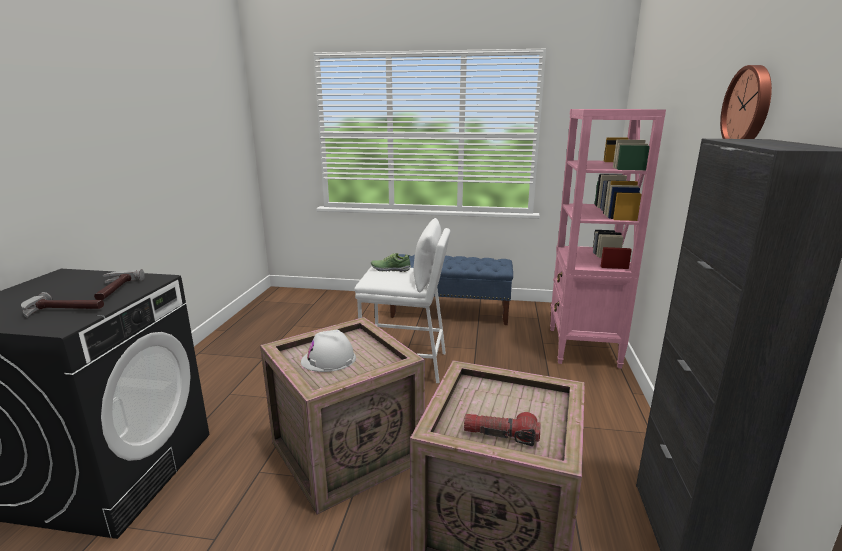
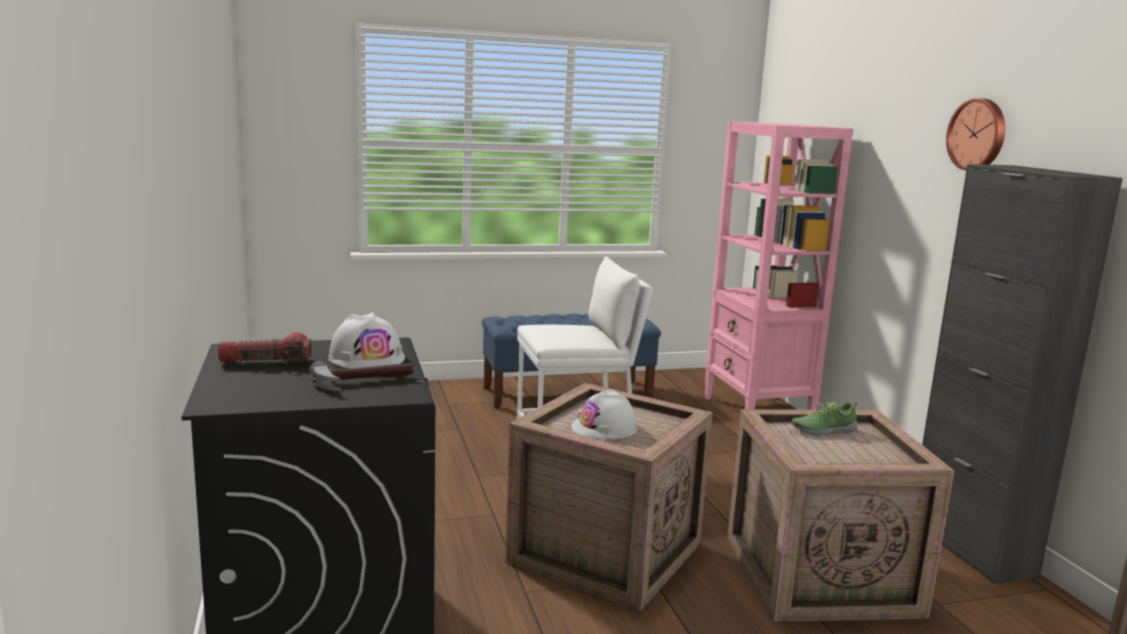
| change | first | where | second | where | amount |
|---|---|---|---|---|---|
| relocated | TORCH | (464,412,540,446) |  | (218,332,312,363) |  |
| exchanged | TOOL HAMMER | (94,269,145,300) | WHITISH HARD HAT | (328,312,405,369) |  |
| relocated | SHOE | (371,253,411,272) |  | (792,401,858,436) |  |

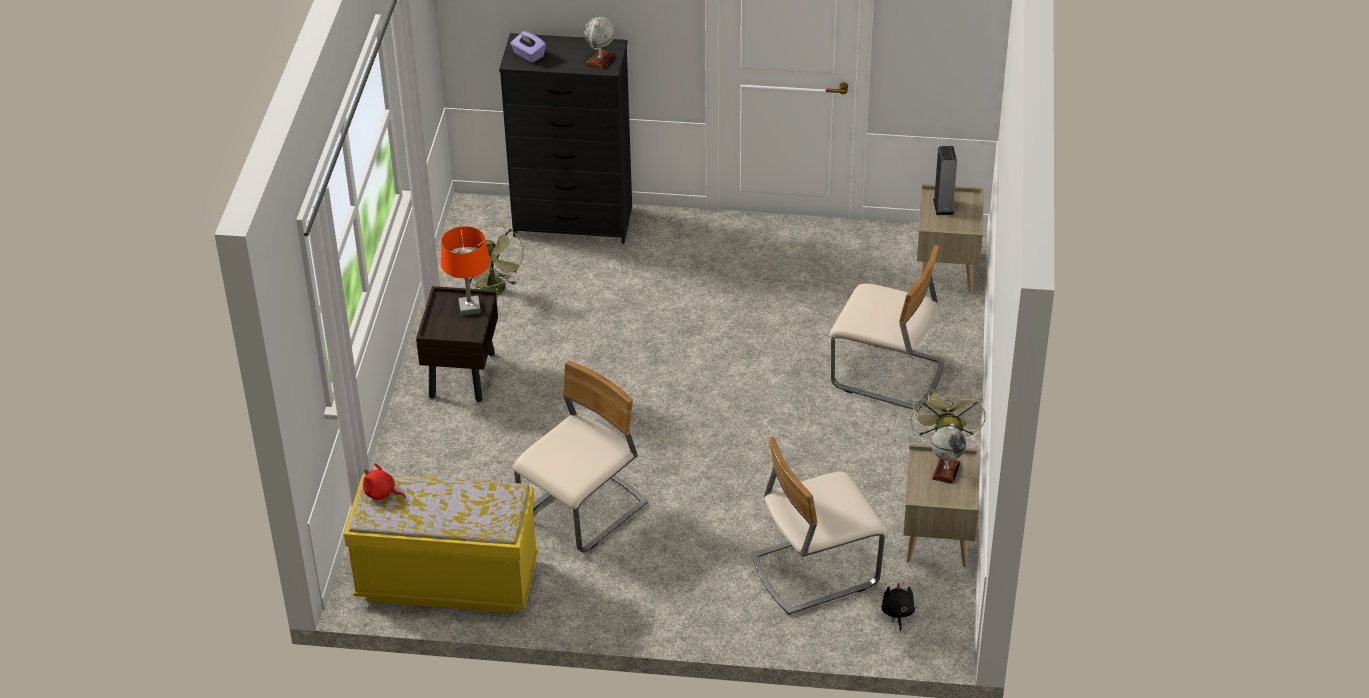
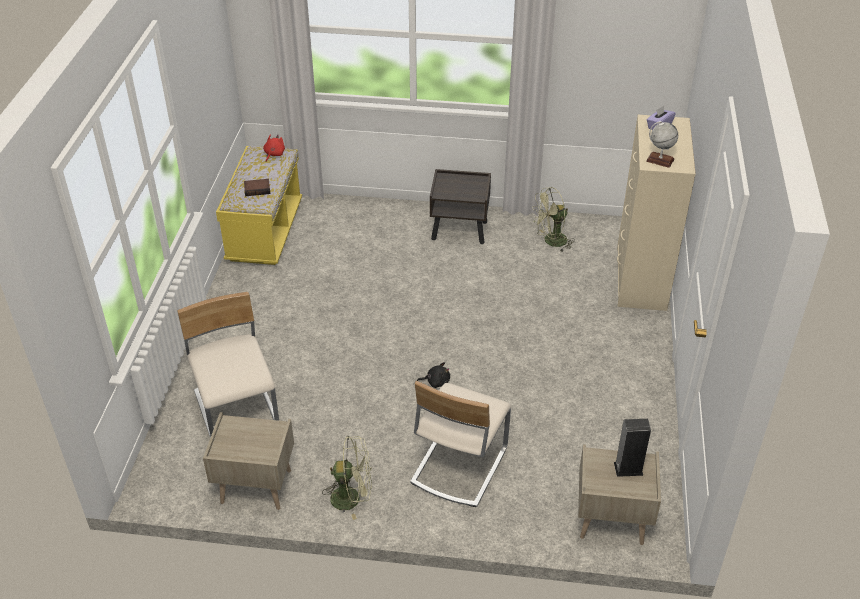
| change | first | where | second | where | amount |
|---|---|---|---|---|---|
| appeared |  |  | VOLUME | (244,179,270,196) |  |
| relocated | BLACKISH CUDDLY TOY | (881,582,915,632) |  | (417,362,450,388) |  |
| colour | BLACKISH DRESSER | (499,33,632,244) | BEIGE DRESSER | (617,115,696,311) |  |
| missing | ORANGEY LAMP FOR A TABLE | (441,226,490,316) |  |  |  |
| missing | BEIGE PLAIN CHAIR | (513,360,648,553) |  |  |  |
| missing | GLOBE | (931,423,966,484) |  |  |  |

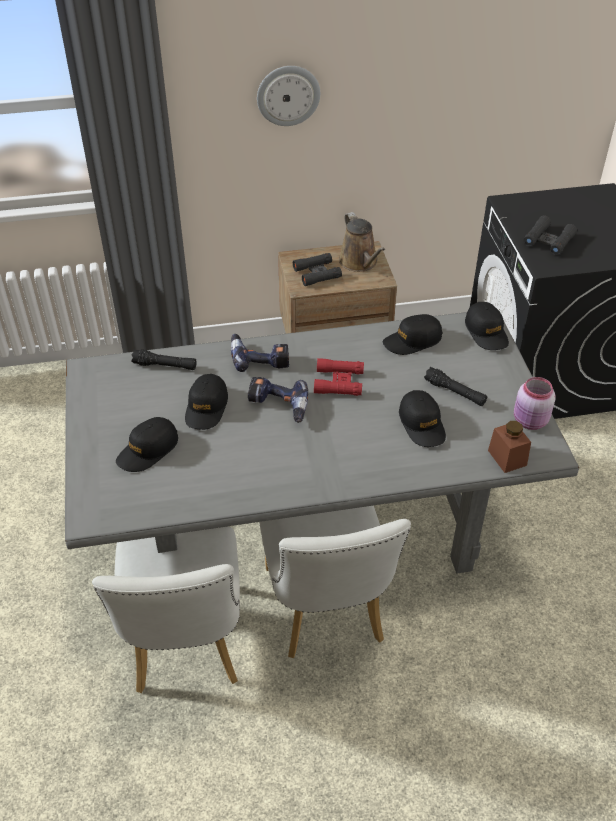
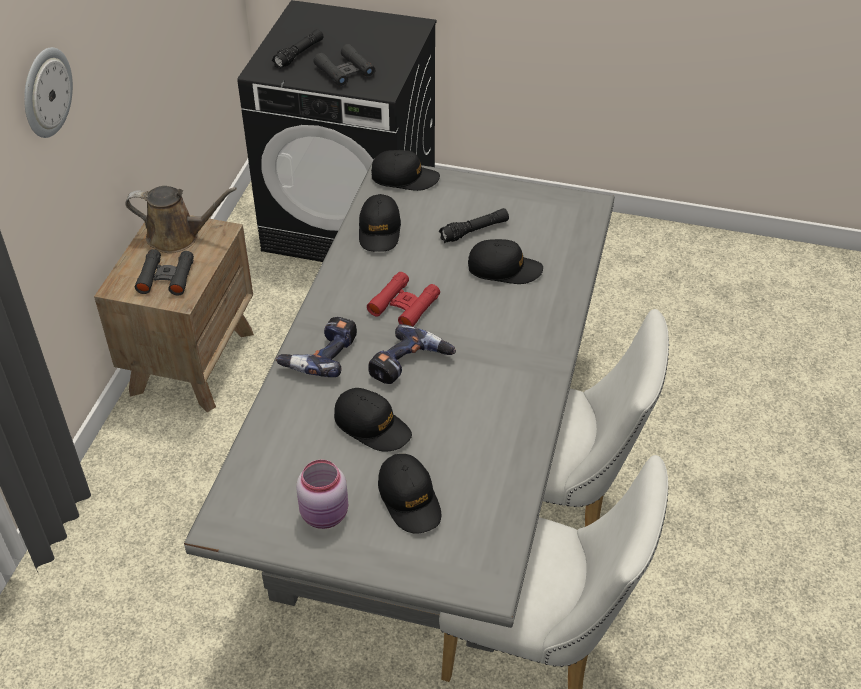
| change | first | where | second | where | amount |
|---|---|---|---|---|---|
| relocated | BLACKISH TORCH | (131,349,196,370) |  | (272,29,323,69) |  |
| relocated | PINK-COLOURED PRESERVE JAR | (514,377,555,430) |  | (296,460,348,529) |  |
| missing | BROWN PRESERVE JAR | (488,421,531,473) |  |  |  |

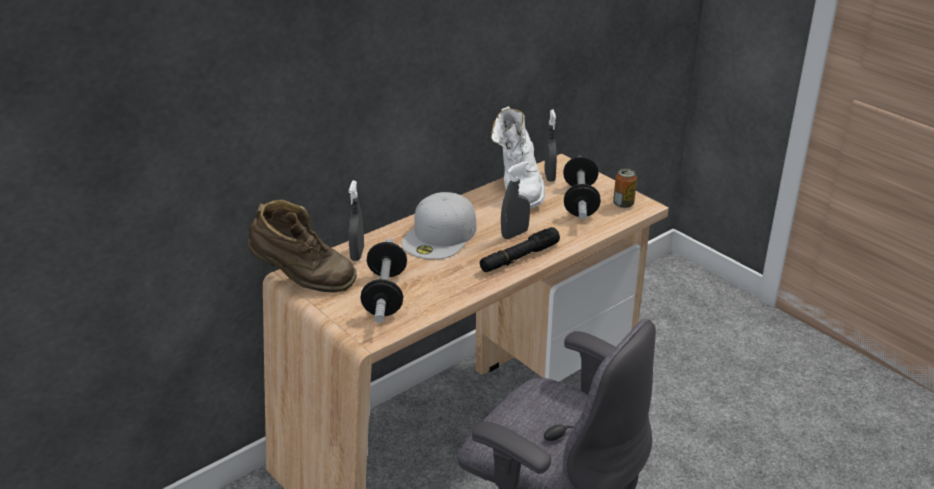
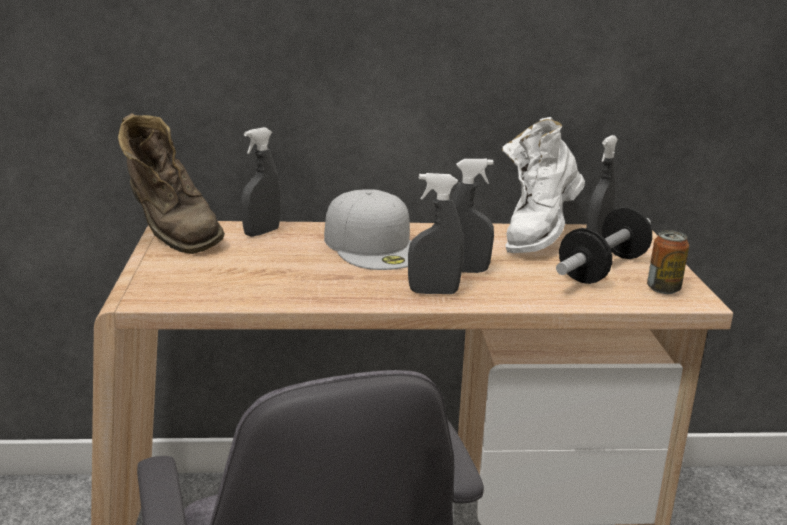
| change | first | where | second | where | amount |
|---|---|---|---|---|---|
| spun | WHITISH CAP | (402,192,477,260) |  | (324,189,411,270) | 90 degrees counterclockwise |
| exchanged | BLACKISH TORCH | (480,227,560,272) | GREYISH SPRAY BOTTLE | (408,173,464,294) |  |
| missing | FREE WEIGHT | (360,238,407,323) |  |  |  |

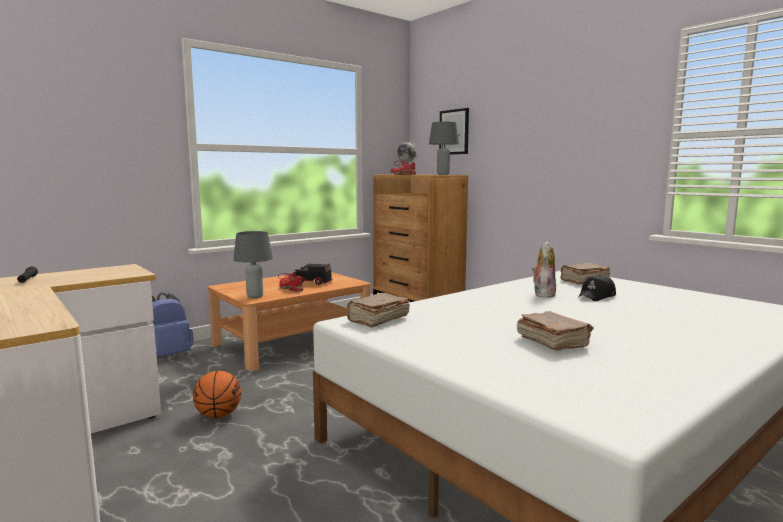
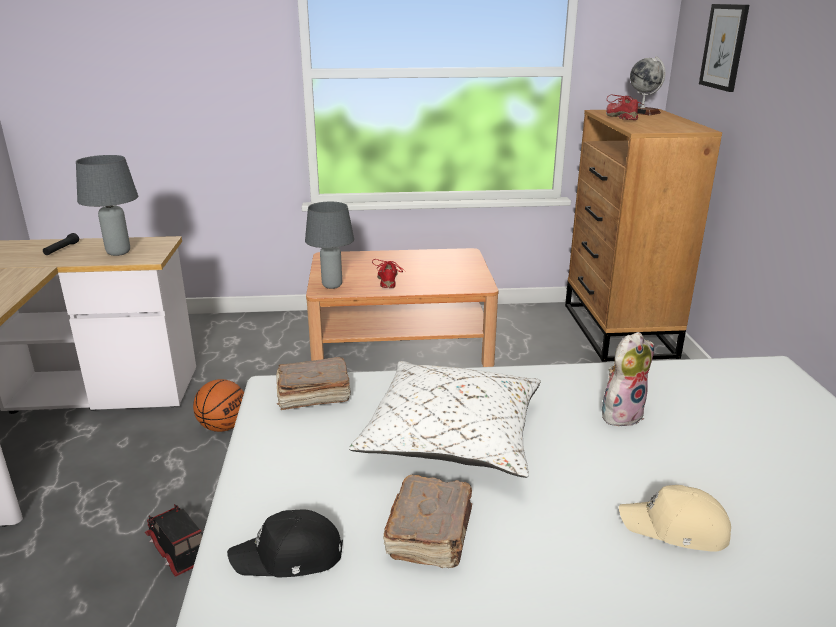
| change | first | where | second | where | amount |
|---|---|---|---|---|---|
| relocated | GREYISH LAMP FOR A TABLE | (429,122,459,175) |  | (76,155,138,256) |  |
| relocated | TOY TRUCK | (294,263,333,285) |  | (144,504,203,577) |  |
| relocated | BLACKISH CAP | (578,274,616,301) |  | (227,509,343,578) |  |
| appeared |  |  | WHITISH PILLOW | (349,361,541,478) |  |
| appeared |  |  | BEIGE CAP | (619,485,731,552) |  |
| missing | BLUISH BACKPACK | (152,292,194,357) |  |  |  |
| missing | BROWN VOLUME | (560,263,611,285) |  |  |  |

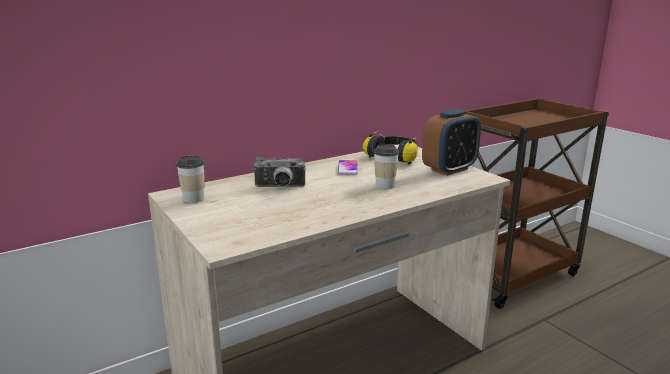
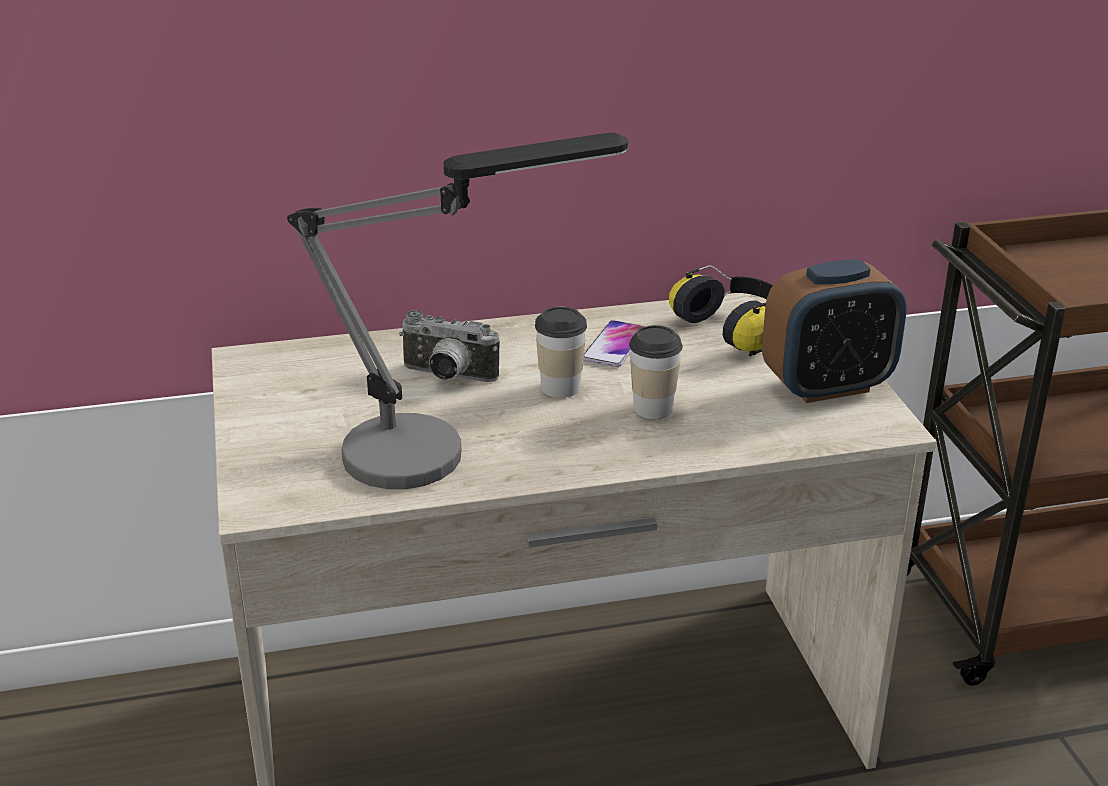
| change | first | where | second | where | amount |
|---|---|---|---|---|---|
| appeared |  |  | LAMP FOR A TABLE | (287,133,628,489) |  |
| relocated | CUP | (176,155,205,203) |  | (535,307,587,398) |  |

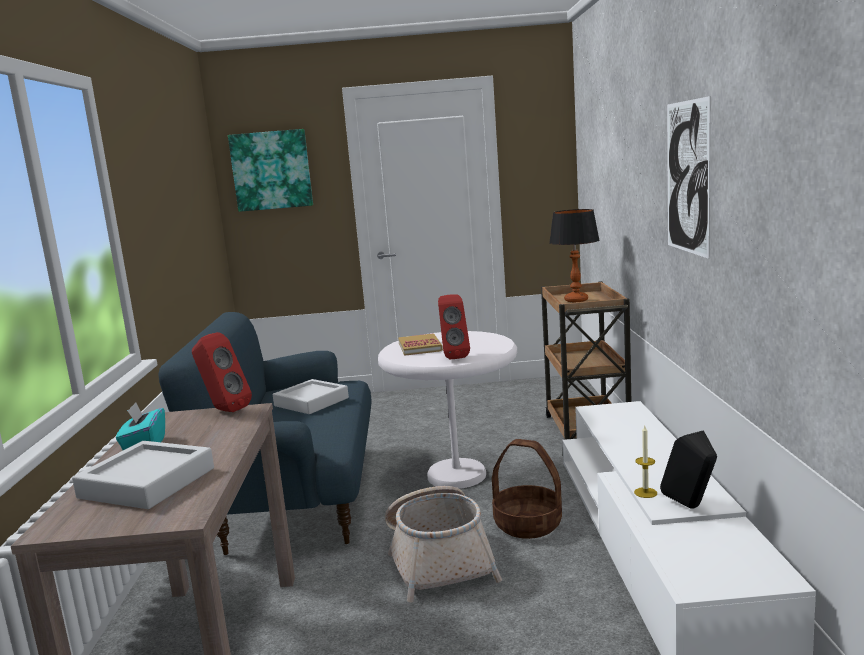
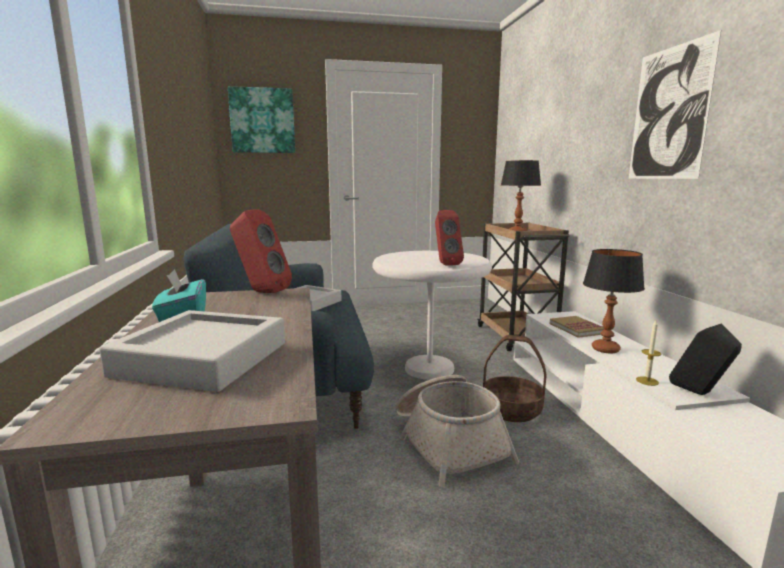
| change | first | where | second | where | amount |
|---|---|---|---|---|---|
| relocated | VOLUME | (398,333,443,356) |  | (550,316,604,338) |  |
| appeared |  |  | LAMP FOR A TABLE | (583,249,645,354) |  |

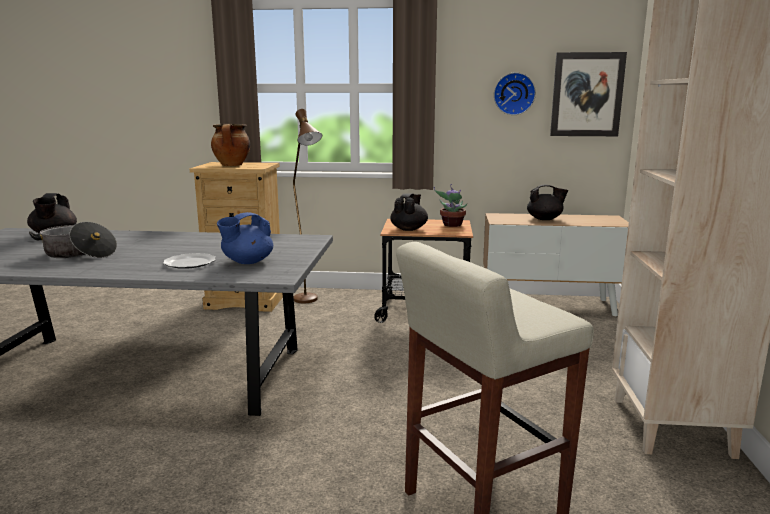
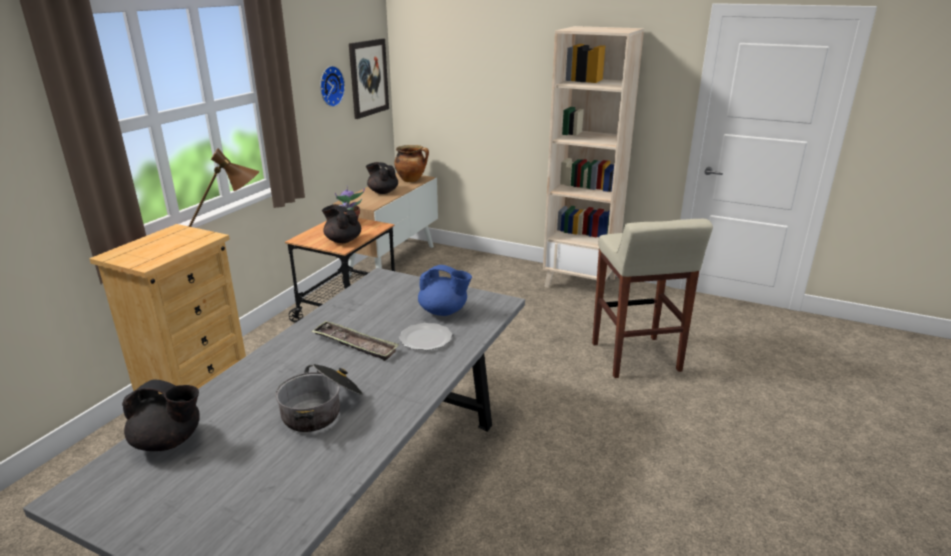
| change | first | where | second | where | amount |
|---|---|---|---|---|---|
| appeared |  |  | TRAY | (311,321,399,361) |  |
| spun | BLACKISH TEAPOT | (527,185,568,220) |  | (366,162,398,194) | 75 degrees counterclockwise |
| relocated | STOCKPOT | (211,124,250,166) |  | (394,145,429,182) |  |
| spun | BLUISH TEAPOT | (217,212,273,264) |  | (418,265,472,316) | 45 degrees counterclockwise |

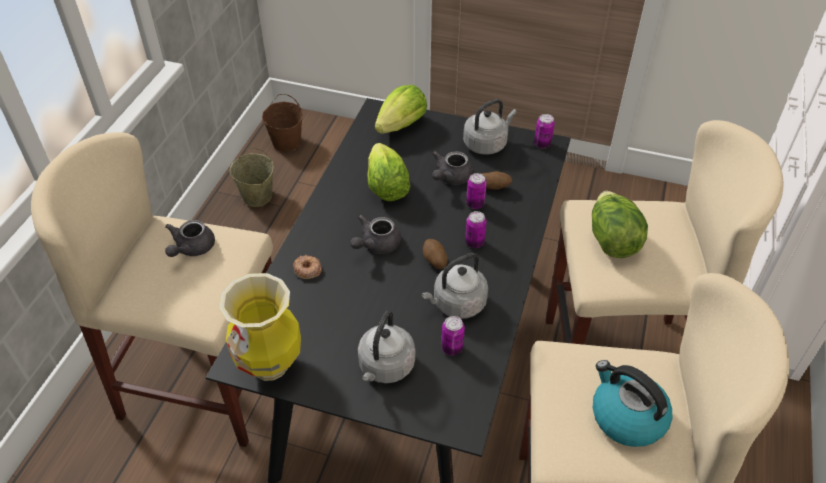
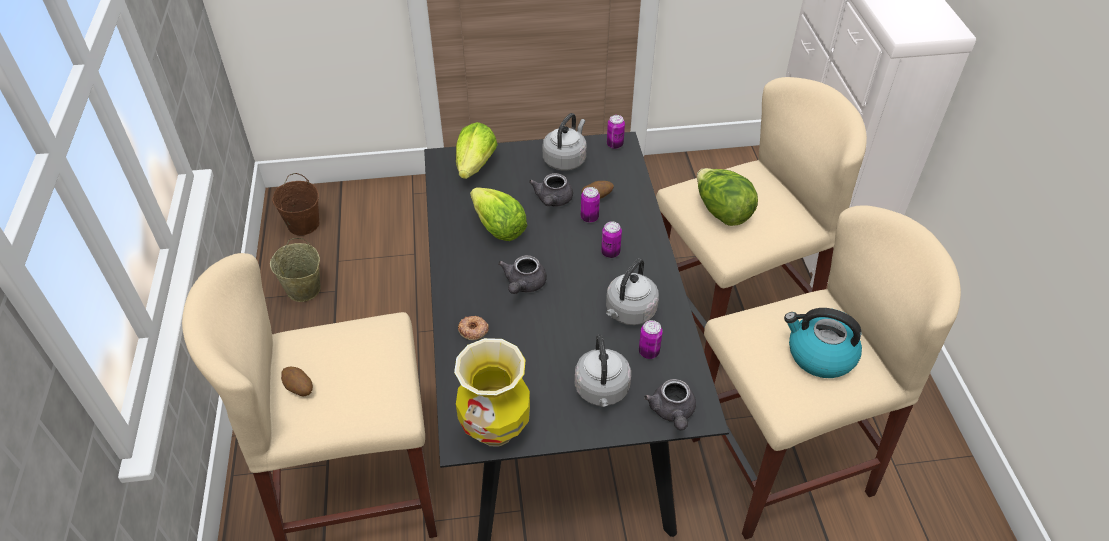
| change | first | where | second | where | amount |
|---|---|---|---|---|---|
| relocated | POTATO | (423,239,448,269) |  | (281,367,313,396) |  |
| relocated | GREYISH TEAPOT | (165,220,215,257) |  | (644,379,696,431) |  |

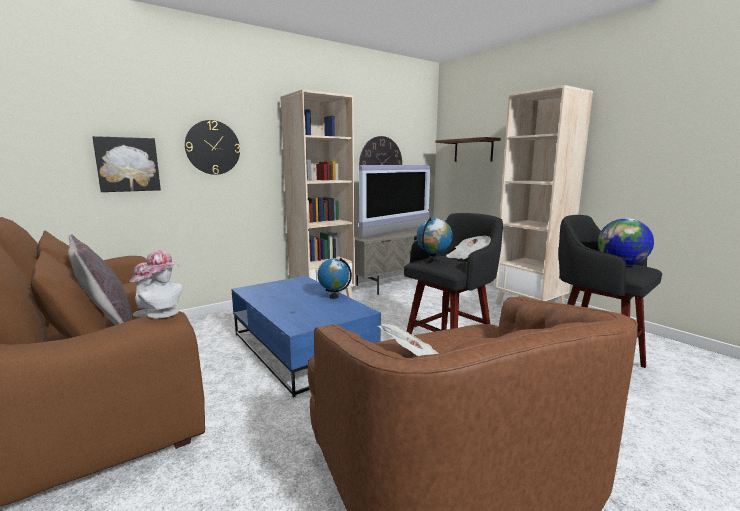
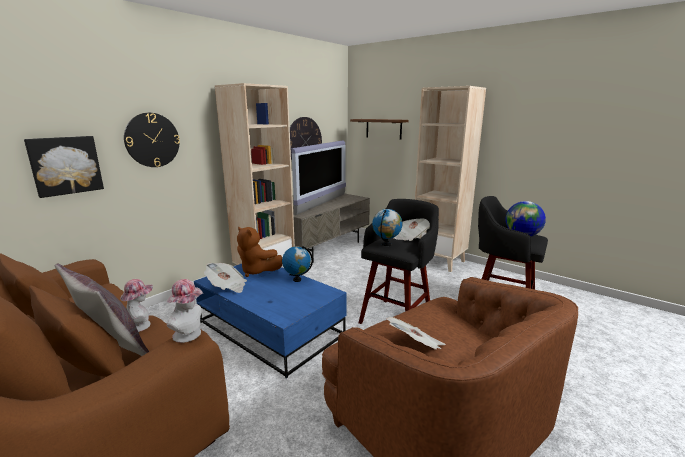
| change | first | where | second | where | amount |
|---|---|---|---|---|---|
| appeared |  |  | DAILY PAPER | (204,263,247,293) |  |
| appeared |  |  | BROWN CUDDLY TOY | (237,227,282,277) |  |

